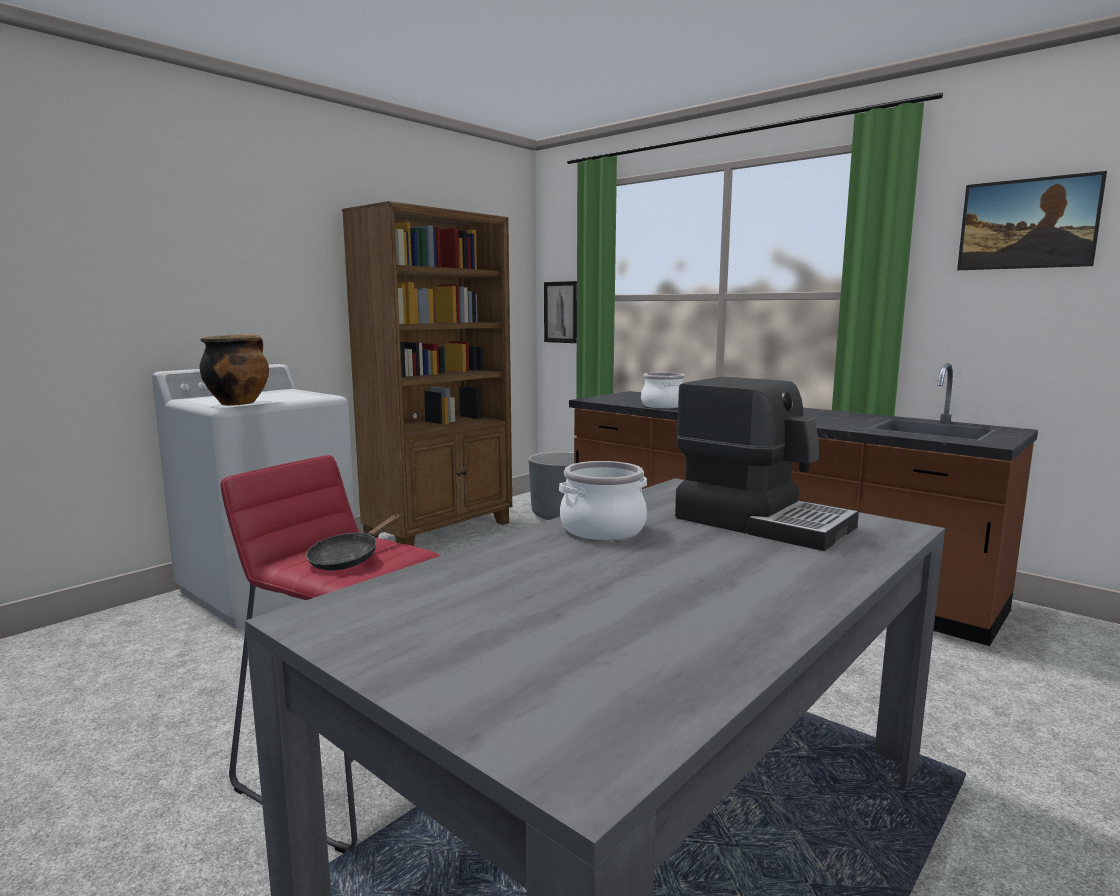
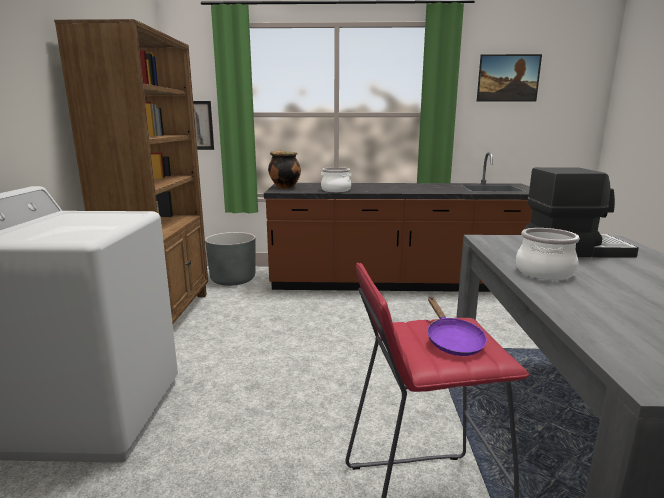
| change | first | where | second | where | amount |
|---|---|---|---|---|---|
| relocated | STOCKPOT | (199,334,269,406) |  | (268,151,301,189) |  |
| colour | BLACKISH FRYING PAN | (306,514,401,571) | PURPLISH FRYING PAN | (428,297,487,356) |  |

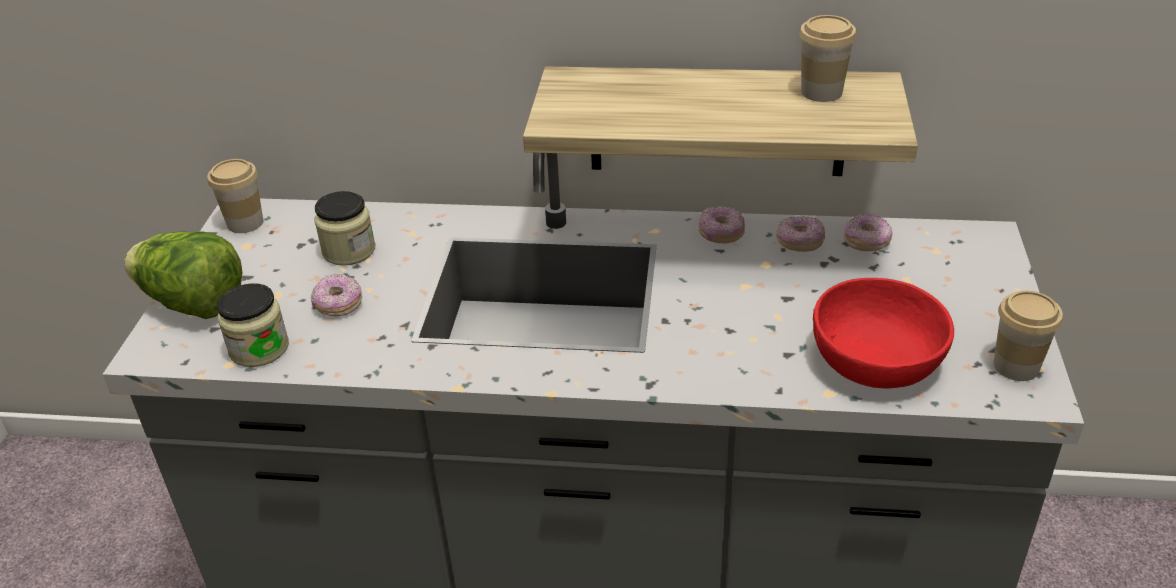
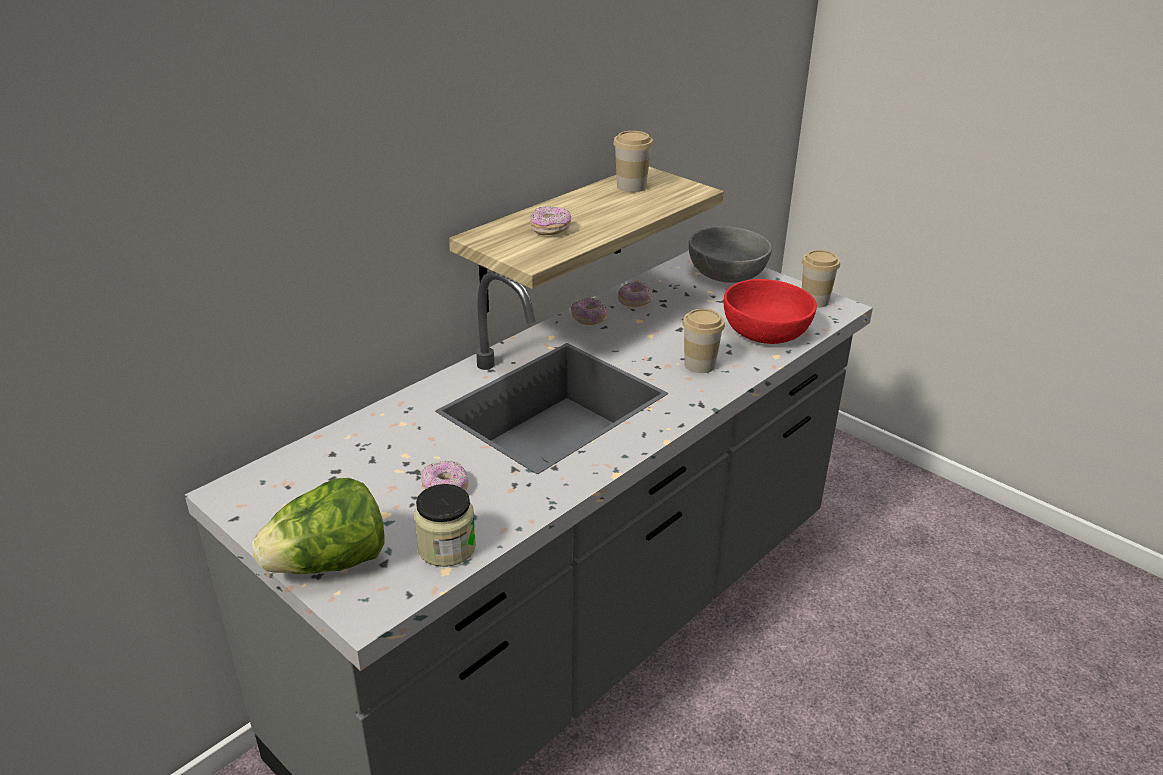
| change | first | where | second | where | amount |
|---|---|---|---|---|---|
| relocated | DONUT | (844,213,893,251) |  | (530,207,571,235) |  |
| relocated | CUP | (207,159,263,233) |  | (682,309,725,373) |  |
| appeared |  |  | GREYISH DEEP DISH | (689,226,772,283) |  |
| missing | PRESERVE JAR | (314,191,375,266) |  |  |  |

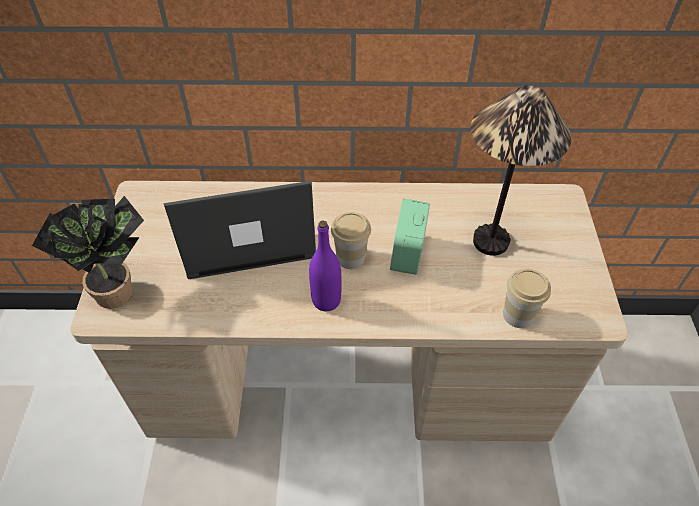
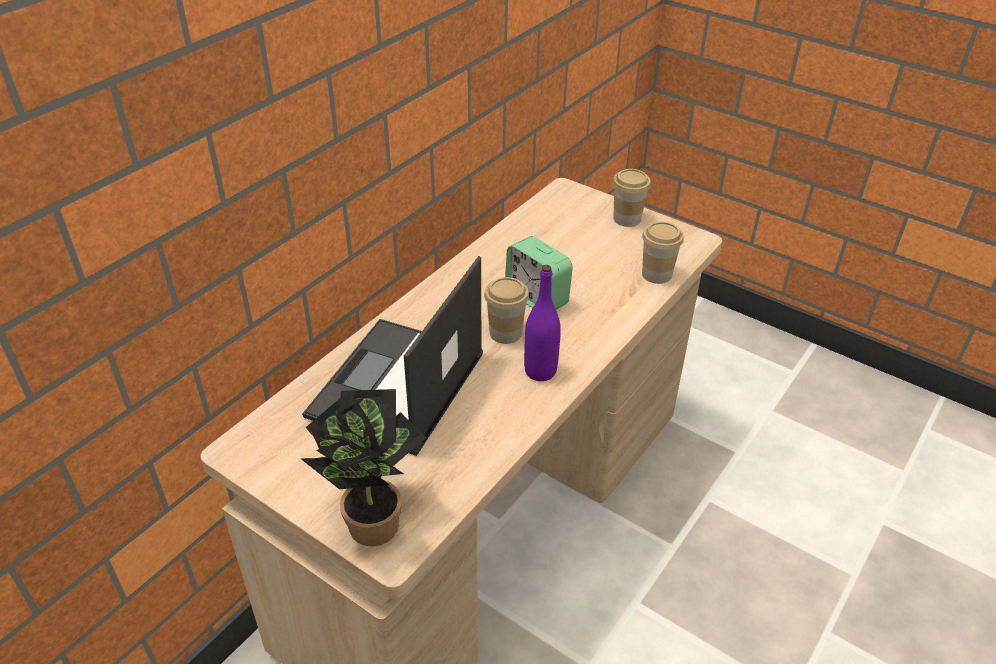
| change | first | where | second | where | amount |
|---|---|---|---|---|---|
| appeared |  |  | CUP | (613,169,651,227) |  |
| missing | LAMP FOR A TABLE | (471,85,571,256) |  |  |  |

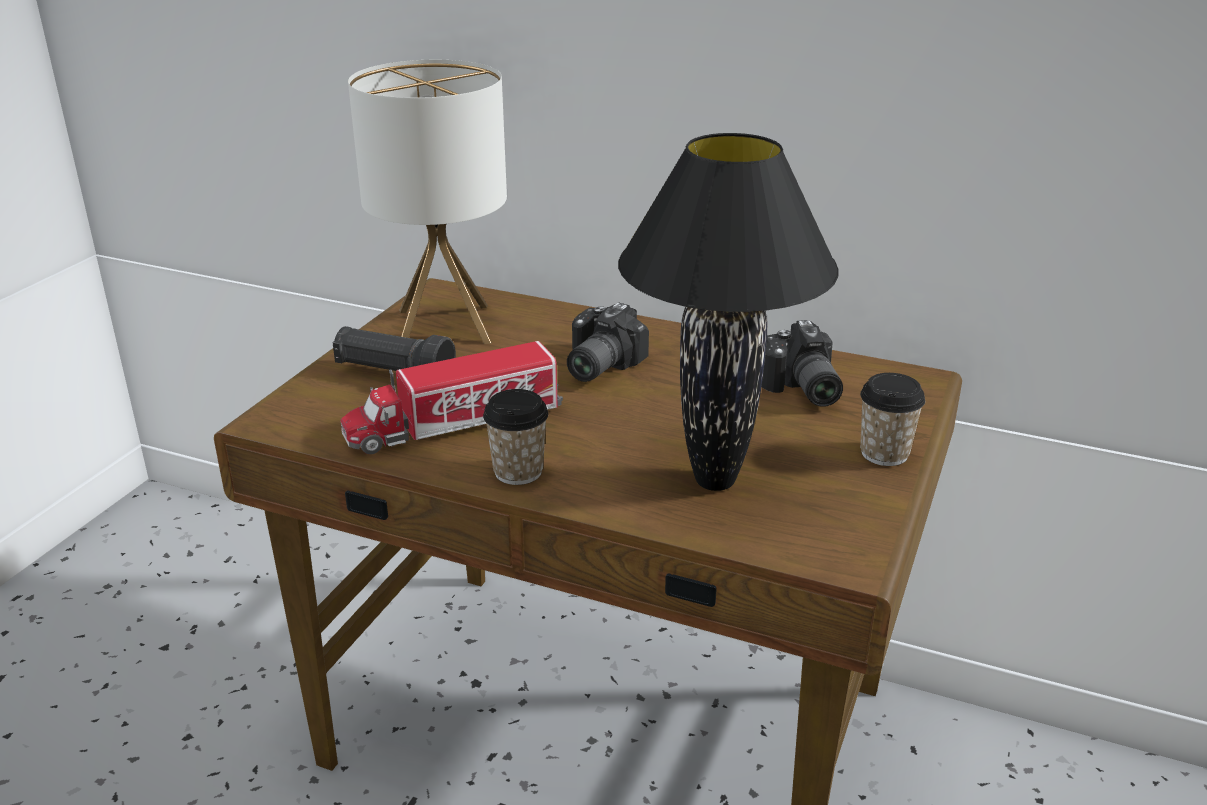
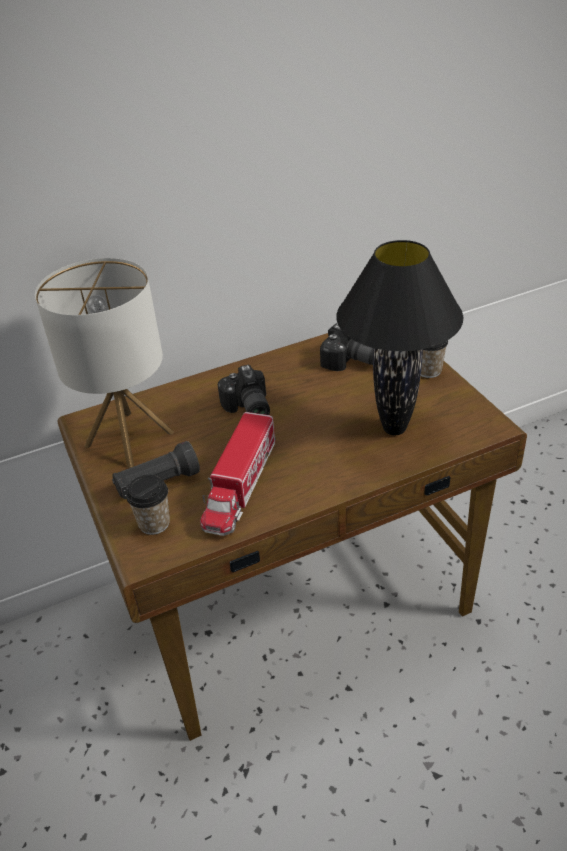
| change | first | where | second | where | amount |
|---|---|---|---|---|---|
| relocated | CUP | (483,389,549,485) |  | (126,475,170,535) |  |

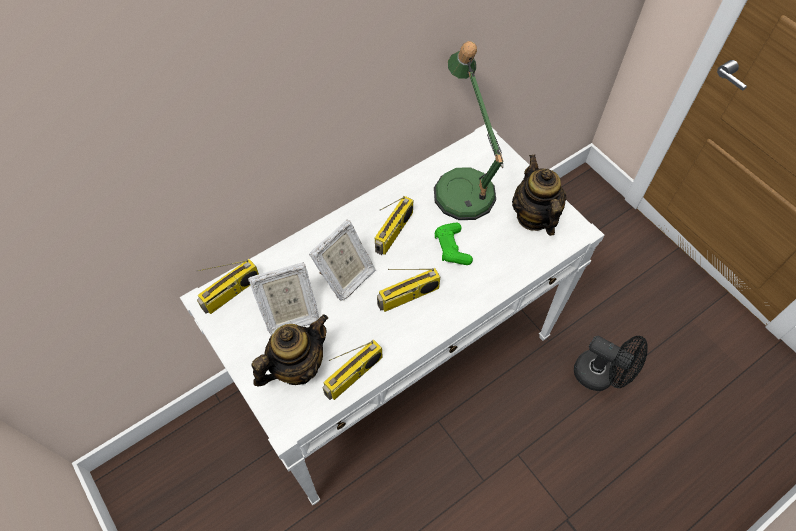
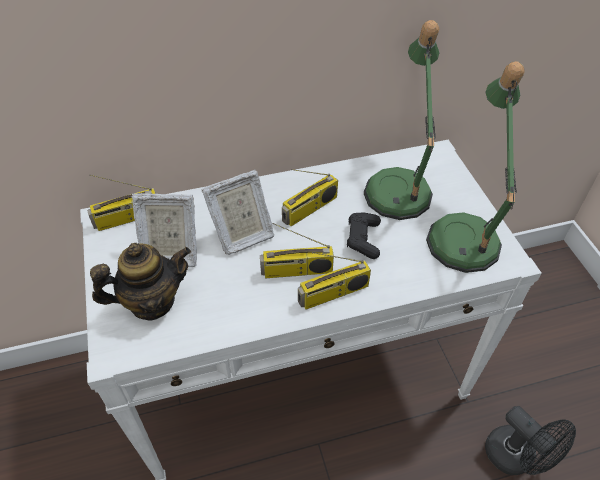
| change | first | where | second | where | amount |
|---|---|---|---|---|---|
| relocated | RADIO | (322,339,383,400) |  | (298,252,371,310) |  |
| colour | GREENISH GAMEPAD | (435,222,473,265) | BLACKISH GAMEPAD | (347,213,381,259) |  |
| exchanged | TEAPOT | (512,155,567,236) | LAMP FOR A TABLE | (426,61,525,273) |  |

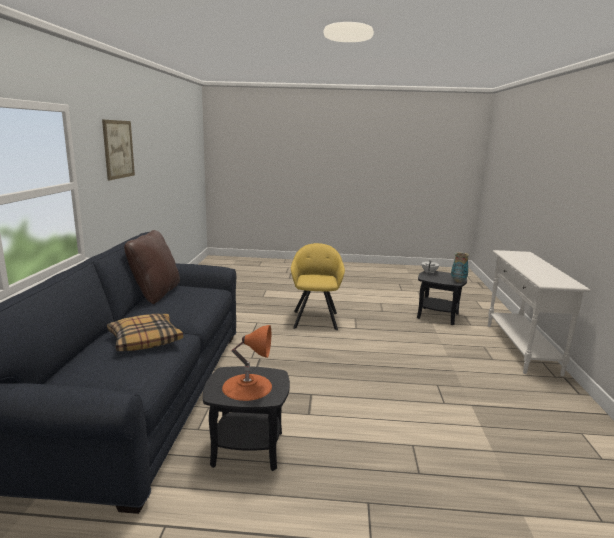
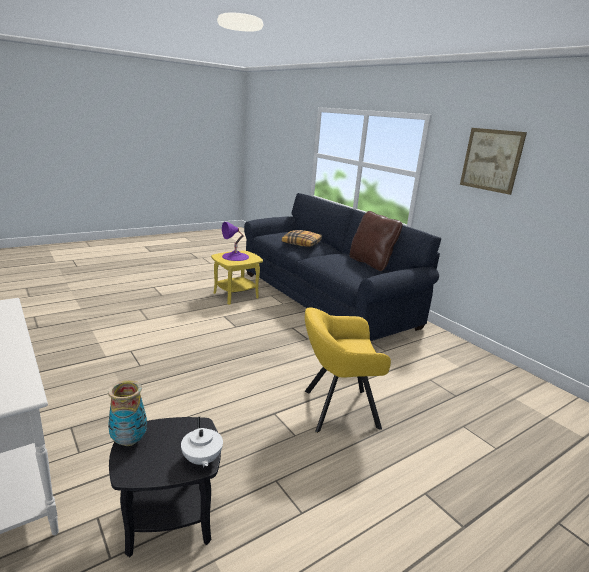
| change | first | where | second | where | amount |
|---|---|---|---|---|---|
| colour | BLACKISH ACCENT TABLE | (203,366,290,471) | YELLOWISH ACCENT TABLE | (211,250,263,305) |  |
| colour | ORANGEY LAMP FOR A TABLE | (222,325,272,401) | PURPLISH LAMP FOR A TABLE | (222,222,249,261) |  |
| spun | YELLOWISH LOUNGE CHAIR | (291,243,345,330) |  | (305,307,391,433) | 120 degrees clockwise |

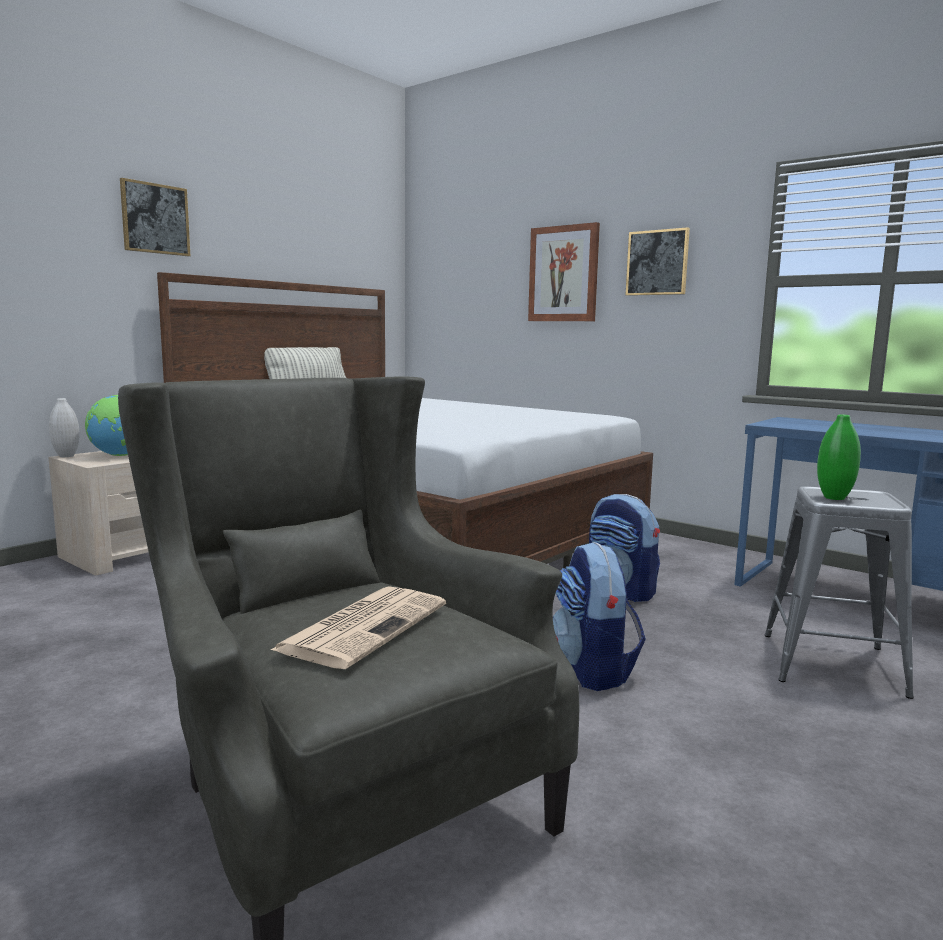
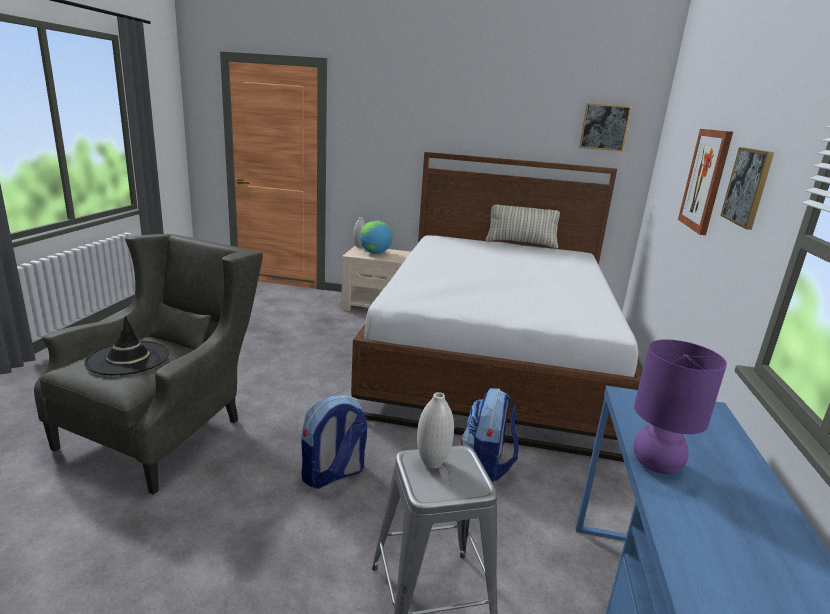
| change | first | where | second | where | amount |
|---|---|---|---|---|---|
| exchanged | DAILY PAPER | (271,586,446,669) | BLACKISH WEARABLE HAT | (84,316,170,375) |  |
| colour | GREENISH VASE | (817,415,861,500) | WHITISH VASE | (417,392,454,469) |  |
| relocated | WALL ART | (120,178,190,256) |  | (579,103,632,151) |  |
| appeared |  |  | PURPLISH LAMP FOR A TABLE | (633,339,727,474) |  |

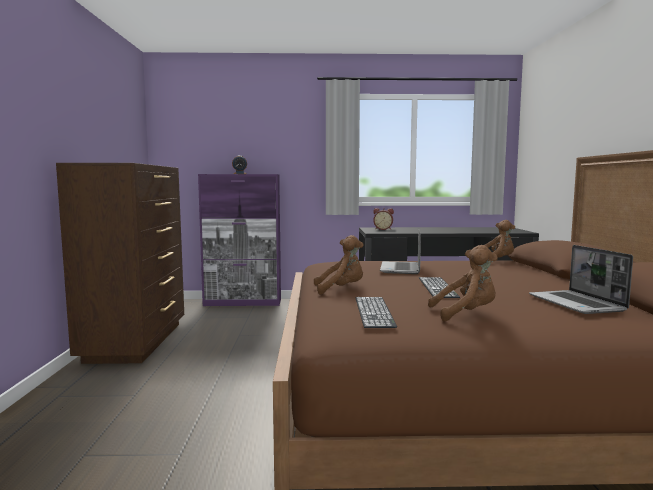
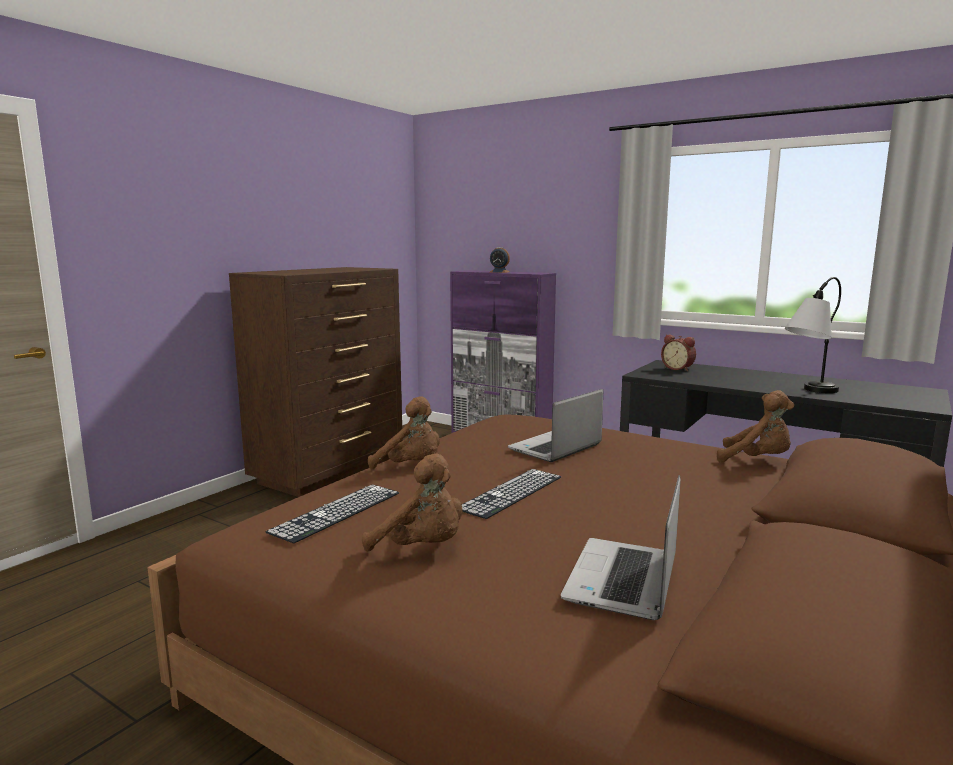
| change | first | where | second | where | amount |
|---|---|---|---|---|---|
| appeared |  |  | LAMP FOR A TABLE | (785,277,841,393) |  |

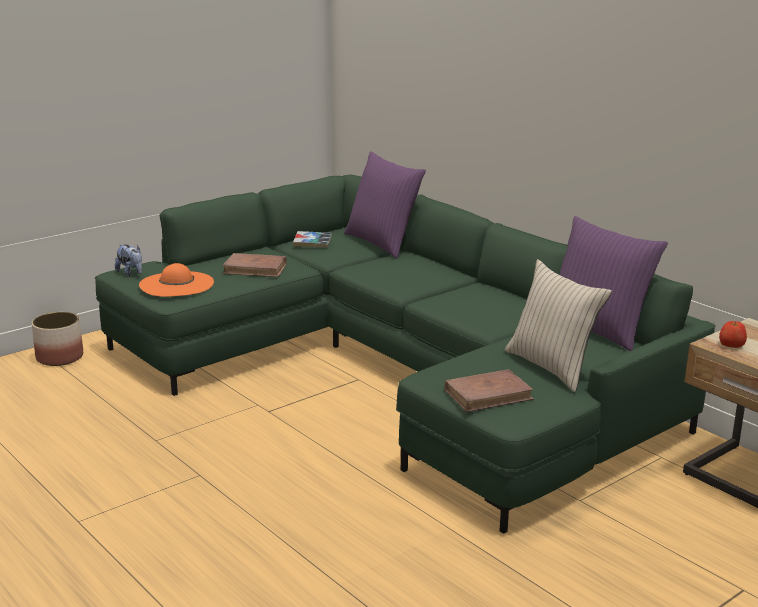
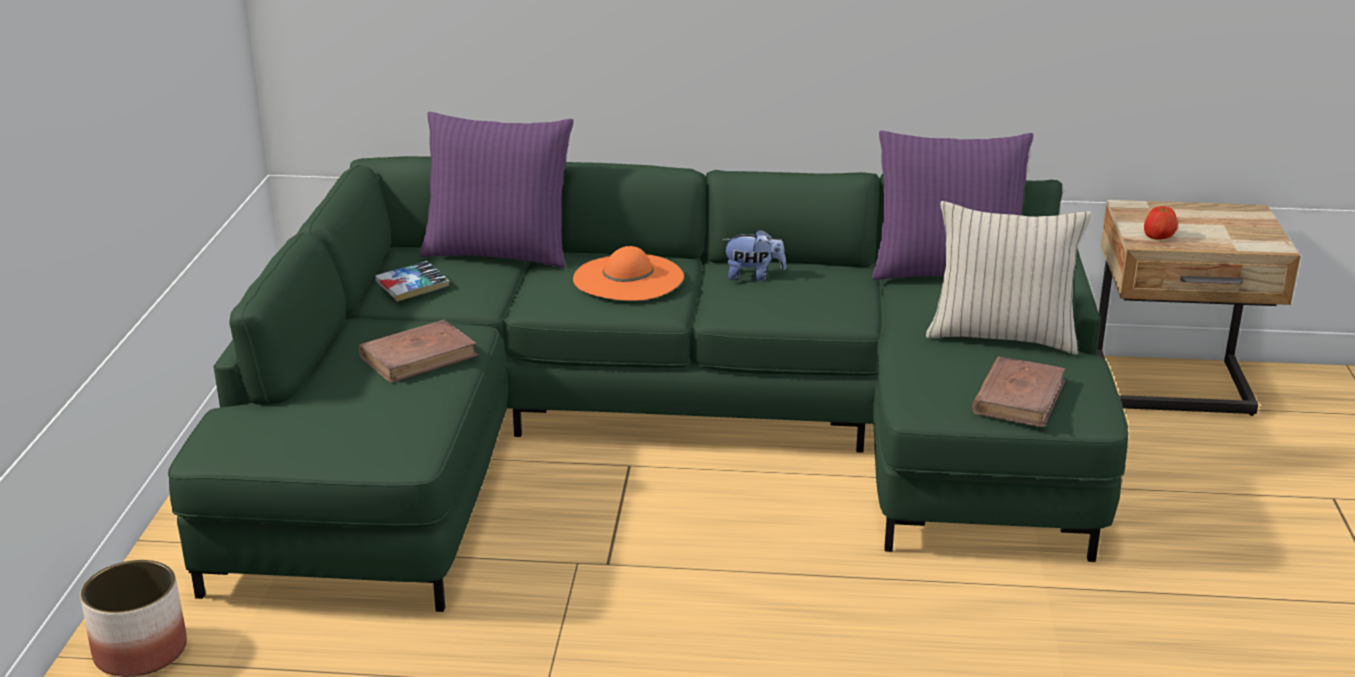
| change | first | where | second | where | amount |
|---|---|---|---|---|---|
| relocated | ORANGEY WEARABLE HAT | (139,263,214,297) |  | (573,246,684,301) |  |
| relocated | CUDDLY TOY | (115,244,142,277) |  | (722,229,786,281) |  |

